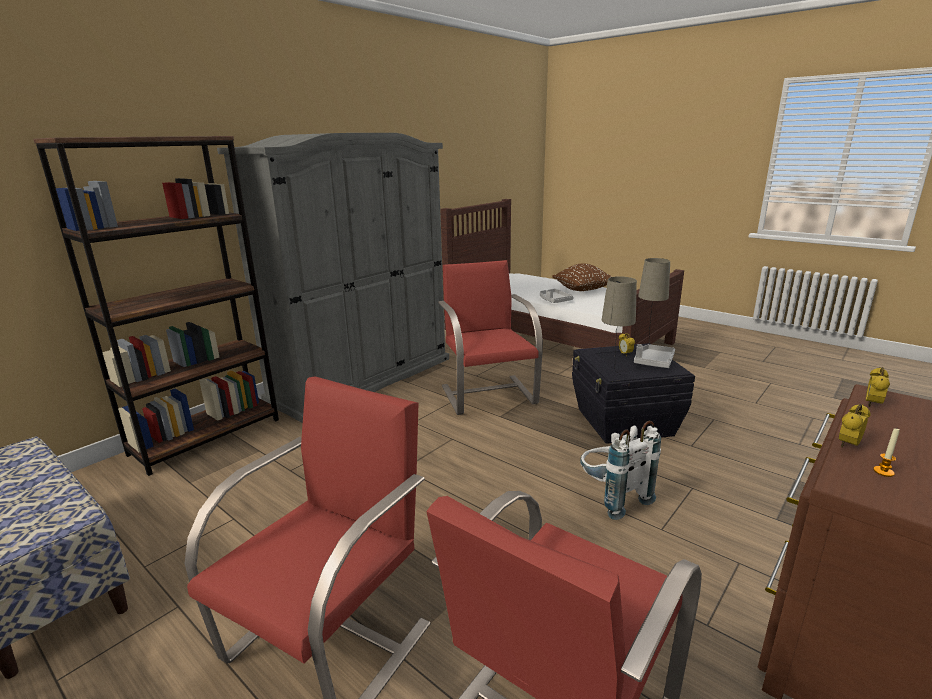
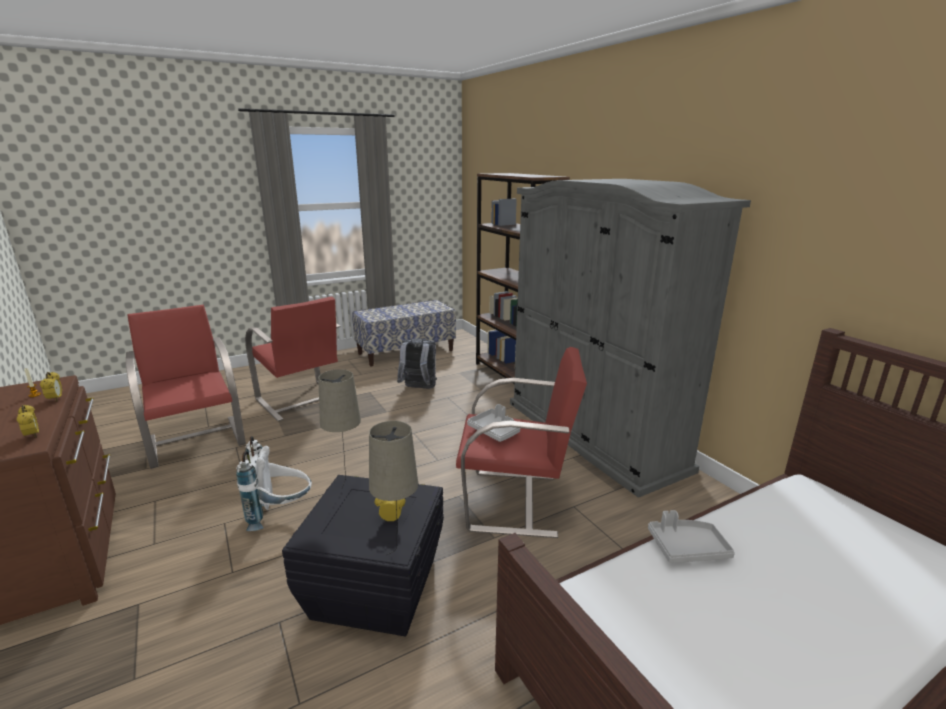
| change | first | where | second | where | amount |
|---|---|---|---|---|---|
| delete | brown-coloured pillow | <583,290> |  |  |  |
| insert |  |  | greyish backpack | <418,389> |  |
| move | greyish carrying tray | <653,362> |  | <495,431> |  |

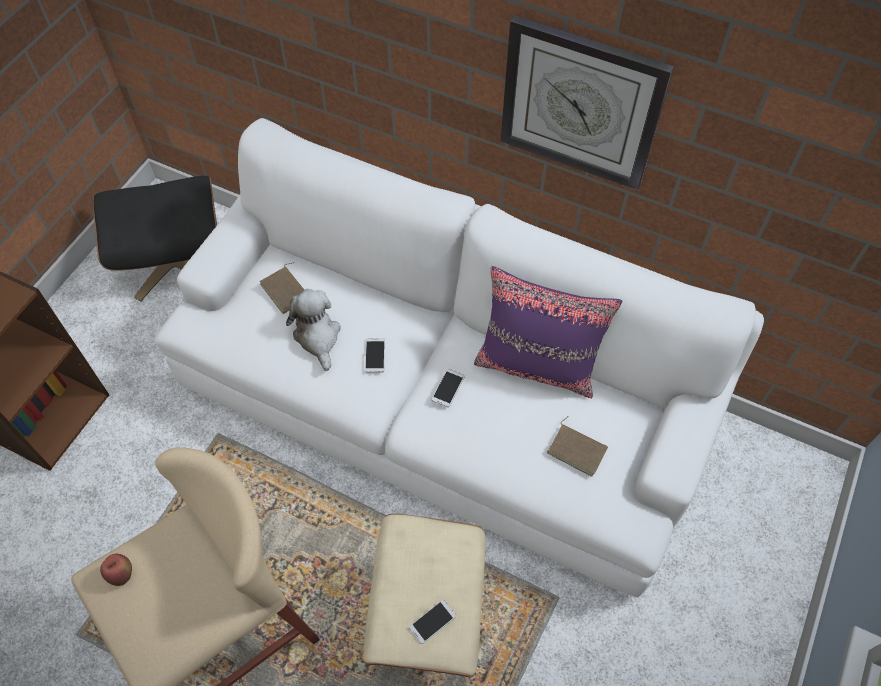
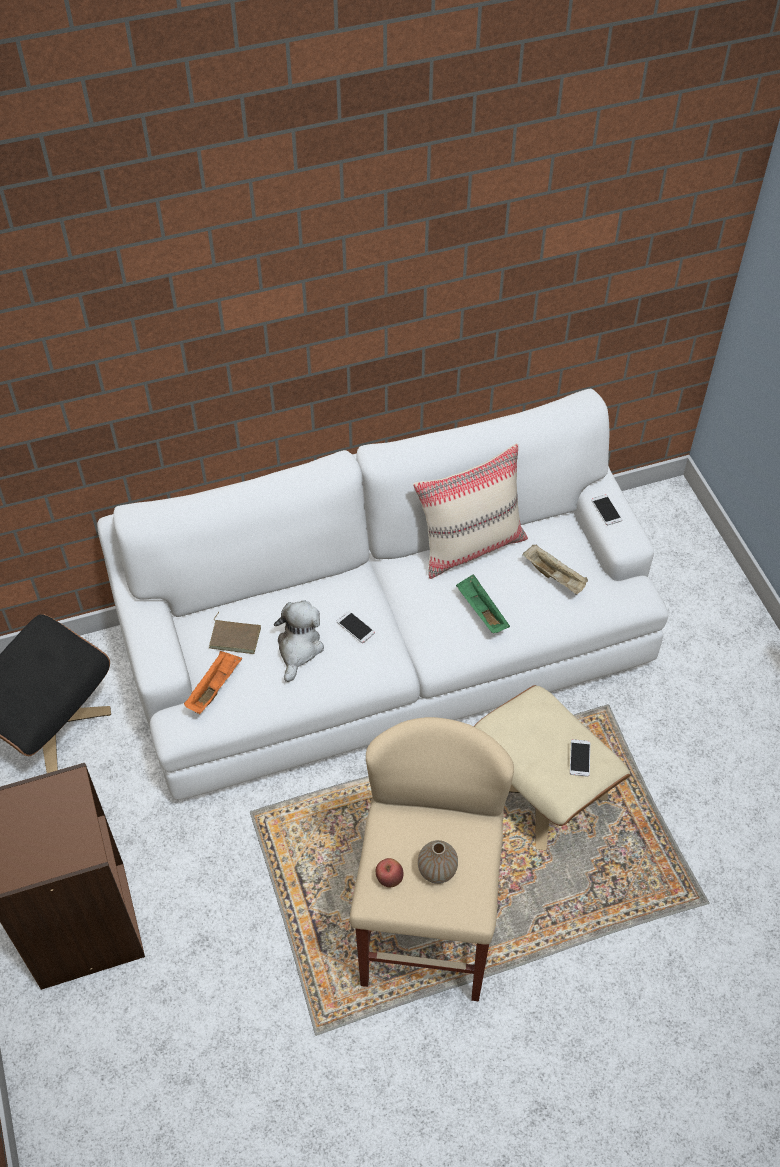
| change | first | where | second | where | amount |
|---|---|---|---|---|---|
| delete | wall clock | <580,104> |  |  |  |
| insert |  |  | orange-coloured carrying tray | <214,688> |  |
| insert |  |  | vase | <437,871> |  |
| insert |  |  | greenish carrying tray | <481,611> |  |
| move | phone | <448,388> |  | <606,510> |  |
| replace | brown-coloured bound book | <578,449> | sand-coloured carrying tray | <555,577> |  |
| recolor | purplish pillow | <538,365> | sand-coloured pillow | <470,545> |  |
| rotate | cuddly toy | <317,336> |  | <299,648> | 75 degrees clockwise |

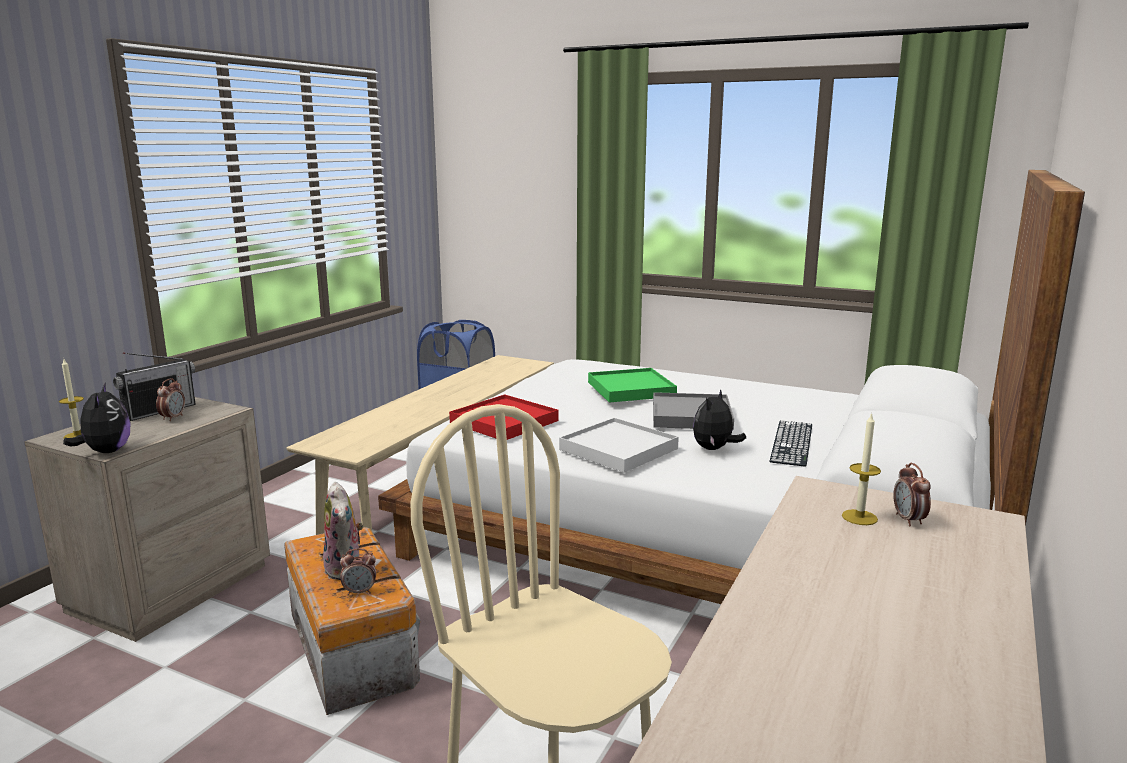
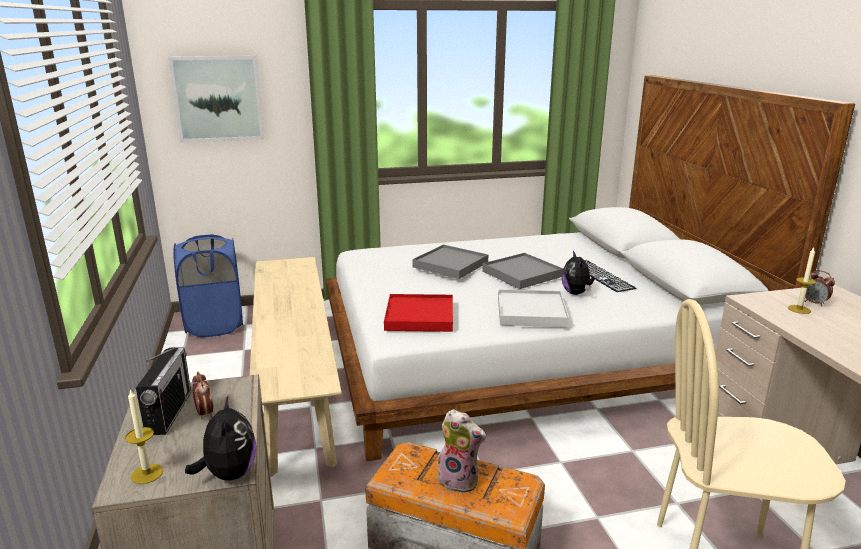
| change | first | where | second | where | amount |
|---|---|---|---|---|---|
| delete | bedside clock | <360,592> |  |  |  |
| insert |  |  | wall art | <218,98> |  |
| recolor | greenish carrying tray | <630,389> | greyish carrying tray | <450,265> |  |
| rotate | cuddly toy | <106,451> |  | <229,473> | 45 degrees clockwise |

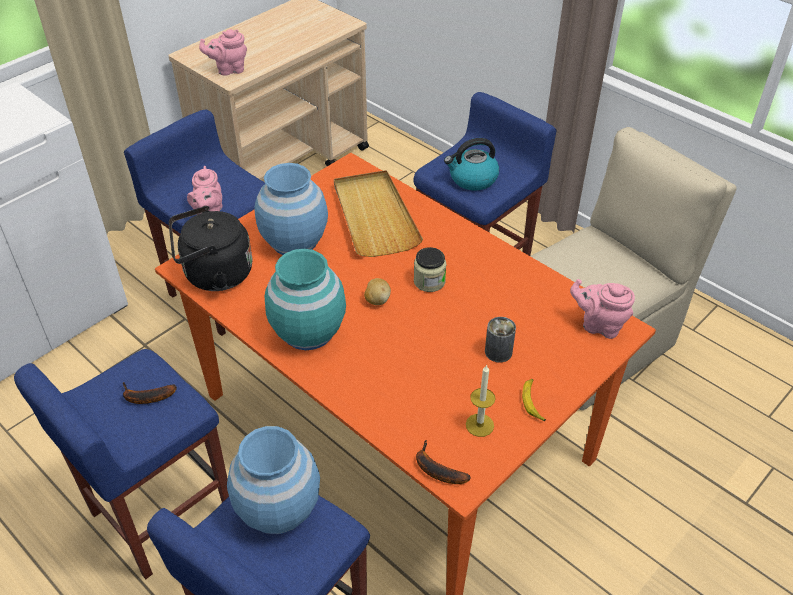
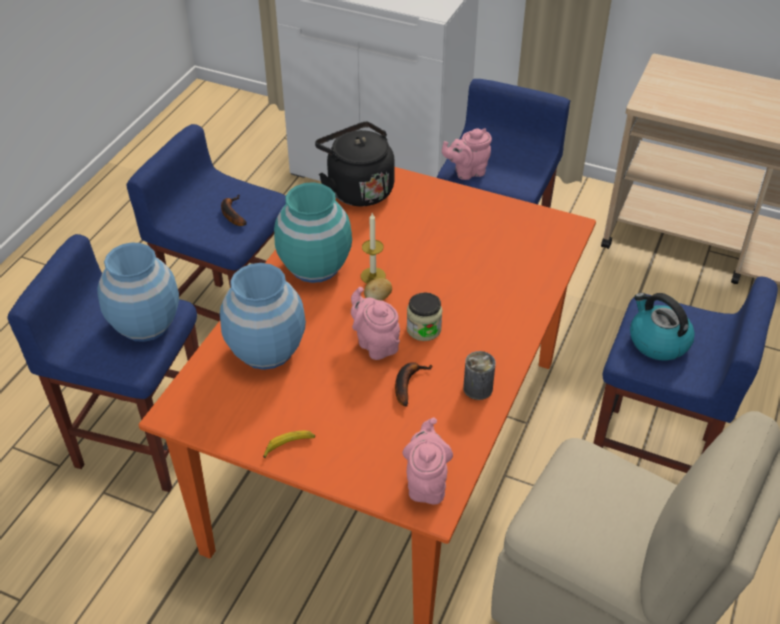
| change | first | where | second | where | amount |
|---|---|---|---|---|---|
| delete | sand-coloured carrying tray | <374,216> |  |  |  |
| move | pink-coloured tea pot | <229,69> |  | <375,344> |  |
| move | bluish vase | <294,242> |  | <266,350> |  |
| move | banana | <436,469> |  | <407,383> |  |
| move | wax candle | <479,425> |  | <373,276> |  |
| move | can | <498,352> |  | <478,388> |  |

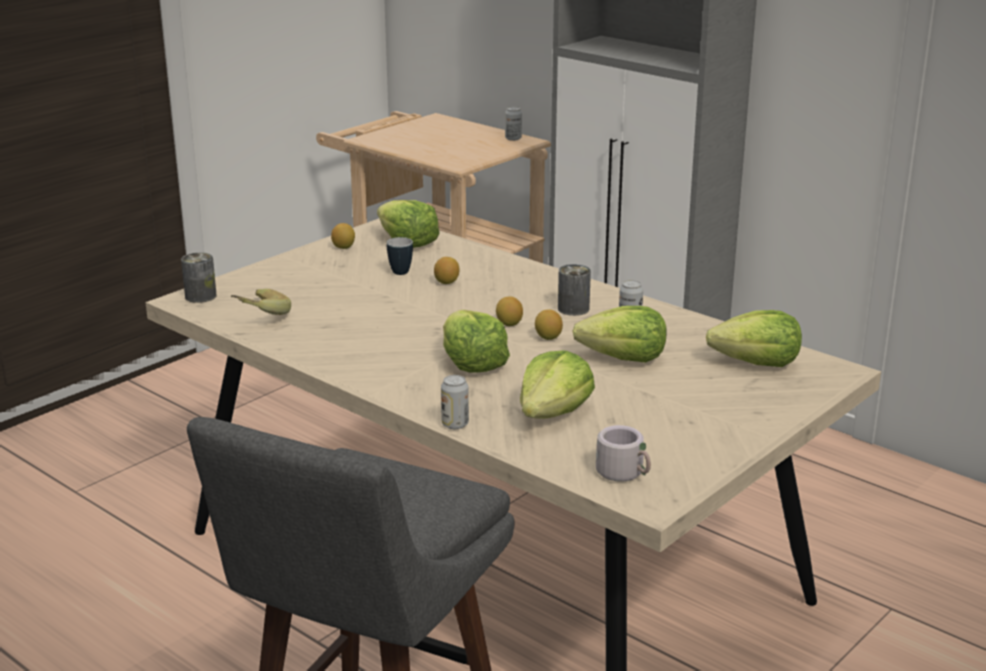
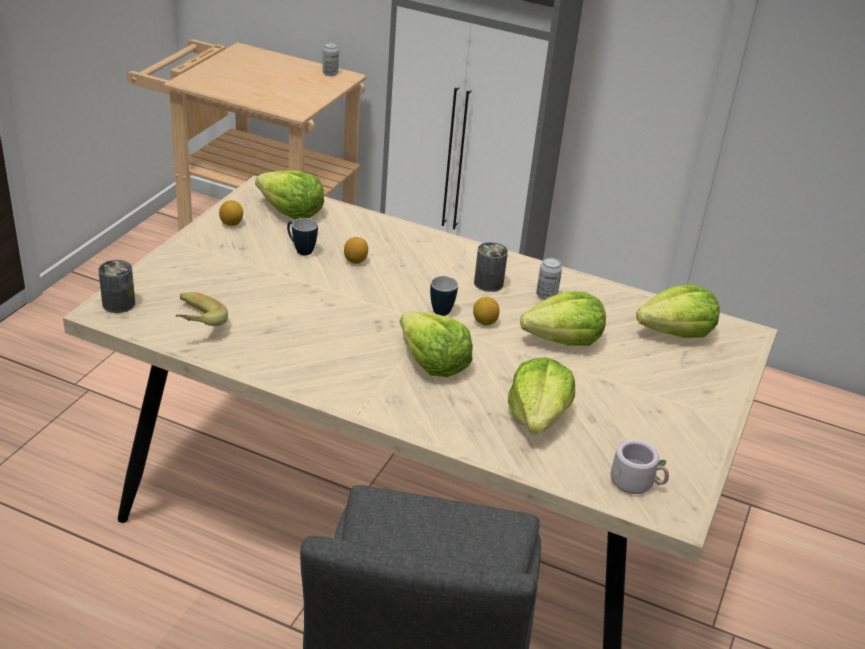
| change | first | where | second | where | amount |
|---|---|---|---|---|---|
| delete | can | <455,424> |  |  |  |
| replace | whole lemon | <509,324> | mug | <440,308> |  |

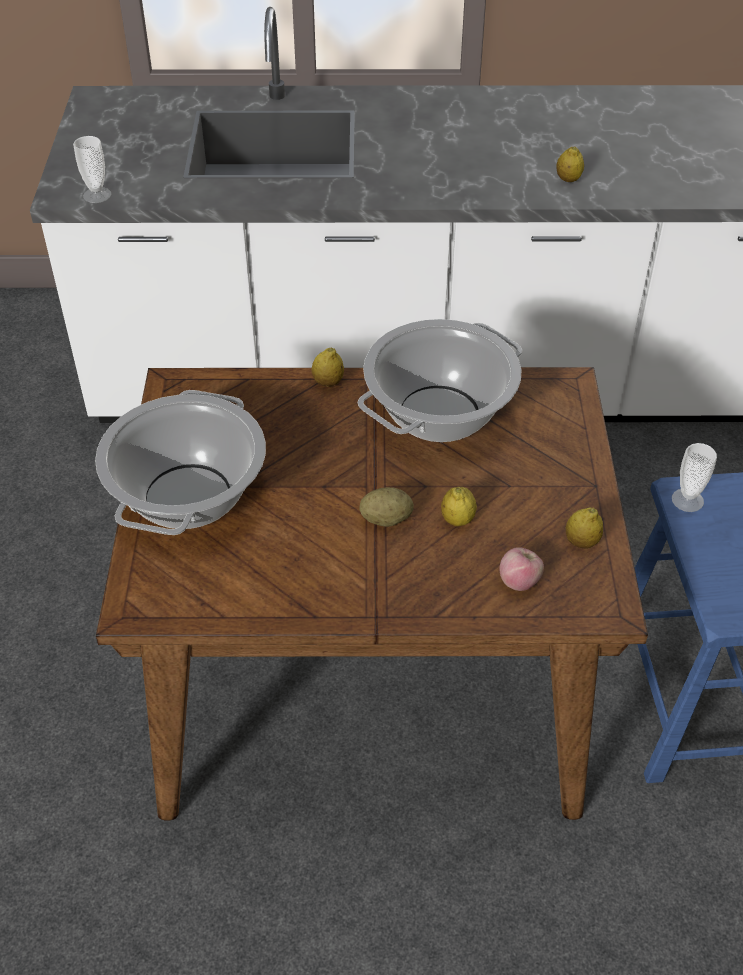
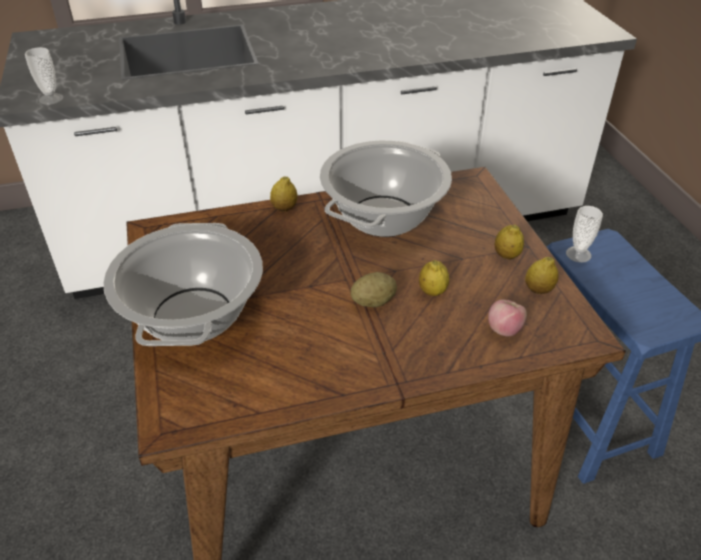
| change | first | where | second | where | amount |
|---|---|---|---|---|---|
| move | whole lemon | <568,179> |  | <506,255> |  |

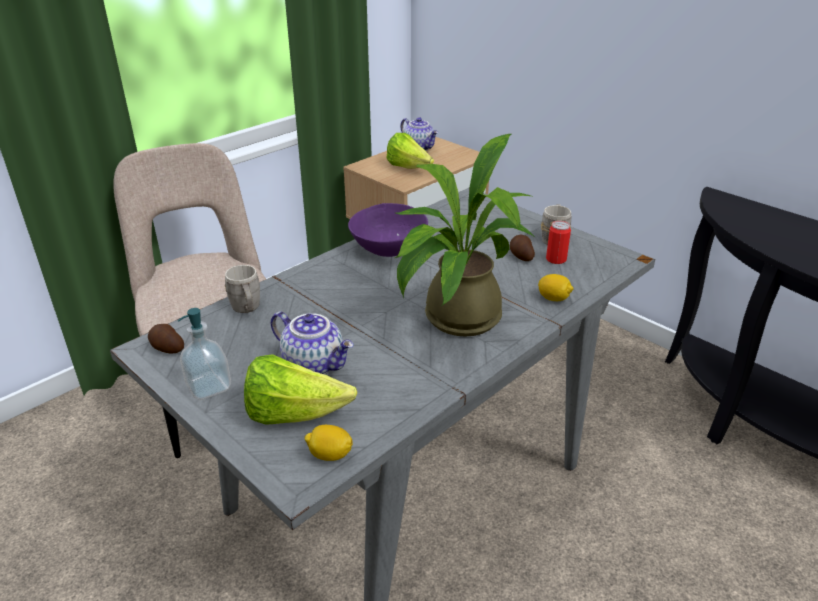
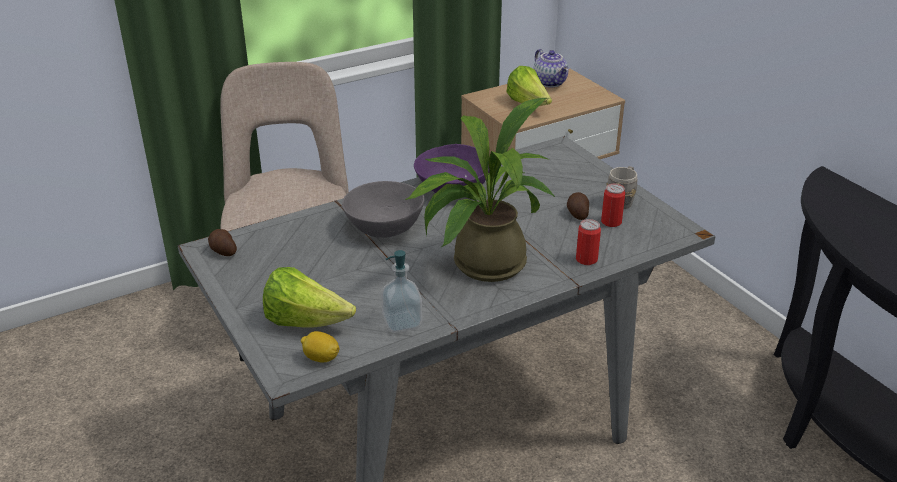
| change | first | where | second | where | amount |
|---|---|---|---|---|---|
| delete | greyish mug | <247,309> |  |  |  |
| delete | tea pot | <315,364> |  |  |  |
| insert |  |  | greyish deep dish | <384,227> |  |
| move | soap bottle | <209,387> |  | <402,322> |  |
| replace | whole lemon | <553,298> | can | <586,259> |  |

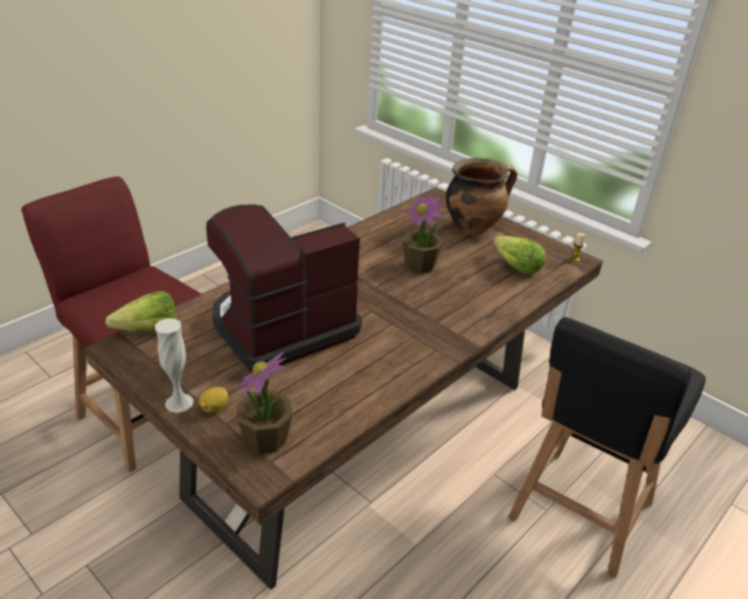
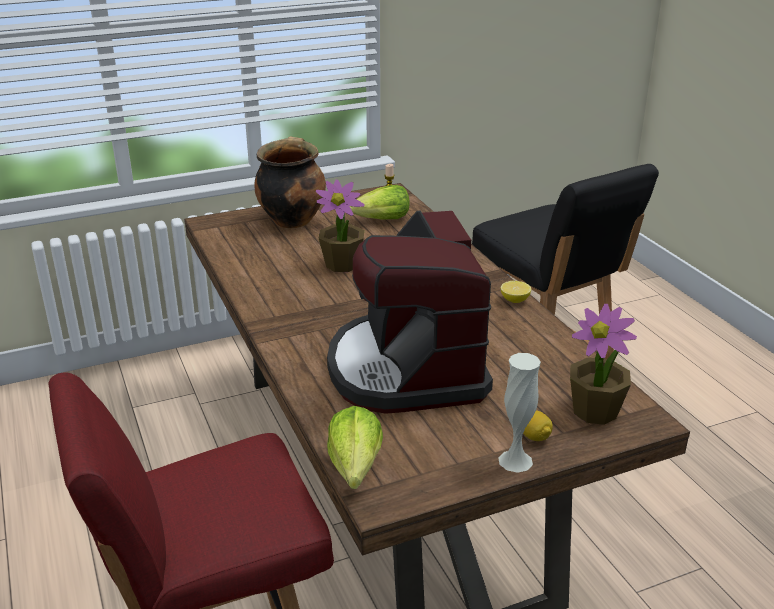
| change | first | where | second | where | amount |
|---|---|---|---|---|---|
| insert |  |  | whole lemon | <514,300> |  |

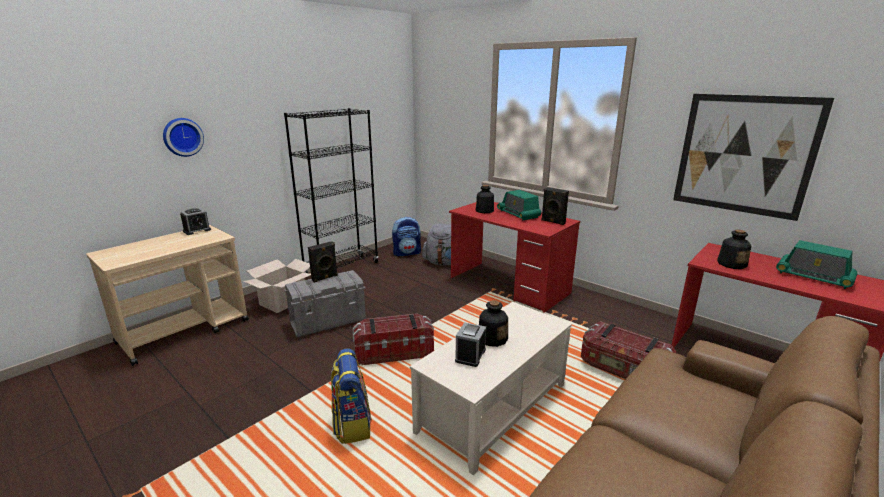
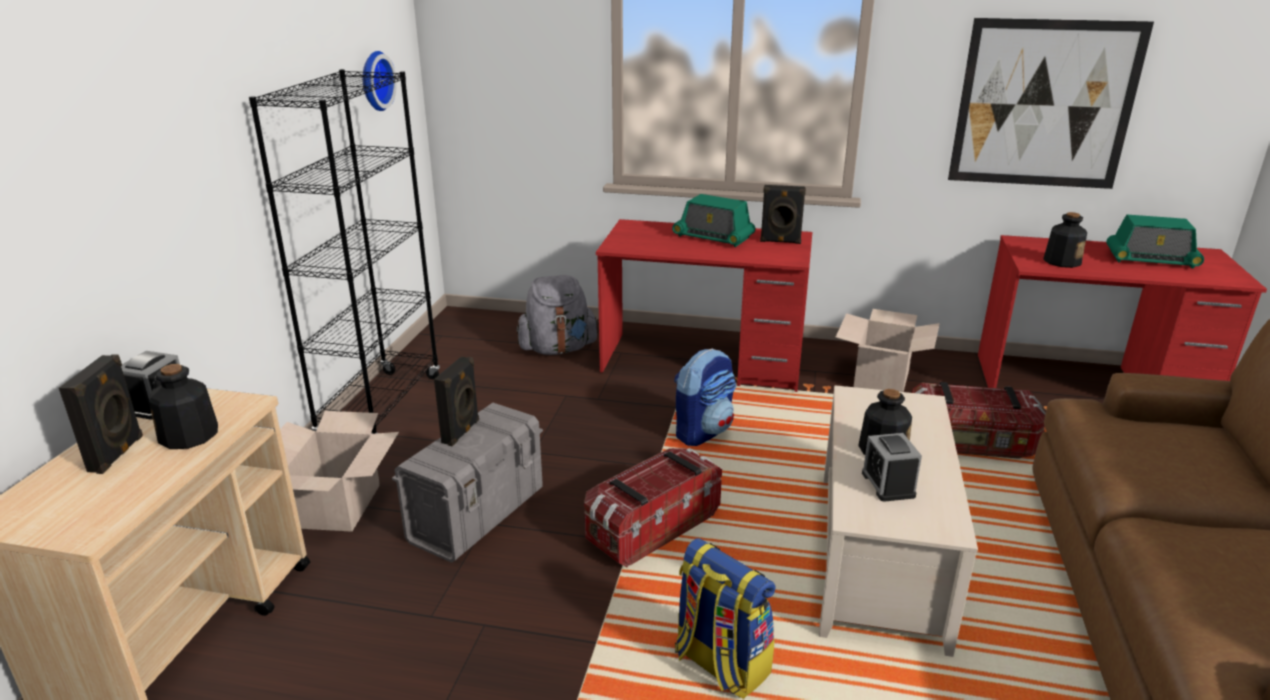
| change | first | where | second | where | amount |
|---|---|---|---|---|---|
| insert |  |  | black-coloured loudspeaker | <118,454> |  |
| insert |  |  | packing box | <882,379> |  |
| move | wall clock | <182,137> |  | <374,81> |  |
| move | backpack | <407,253> |  | <703,431> |  |
| move | bottle | <484,210> |  | <189,436> |  |

